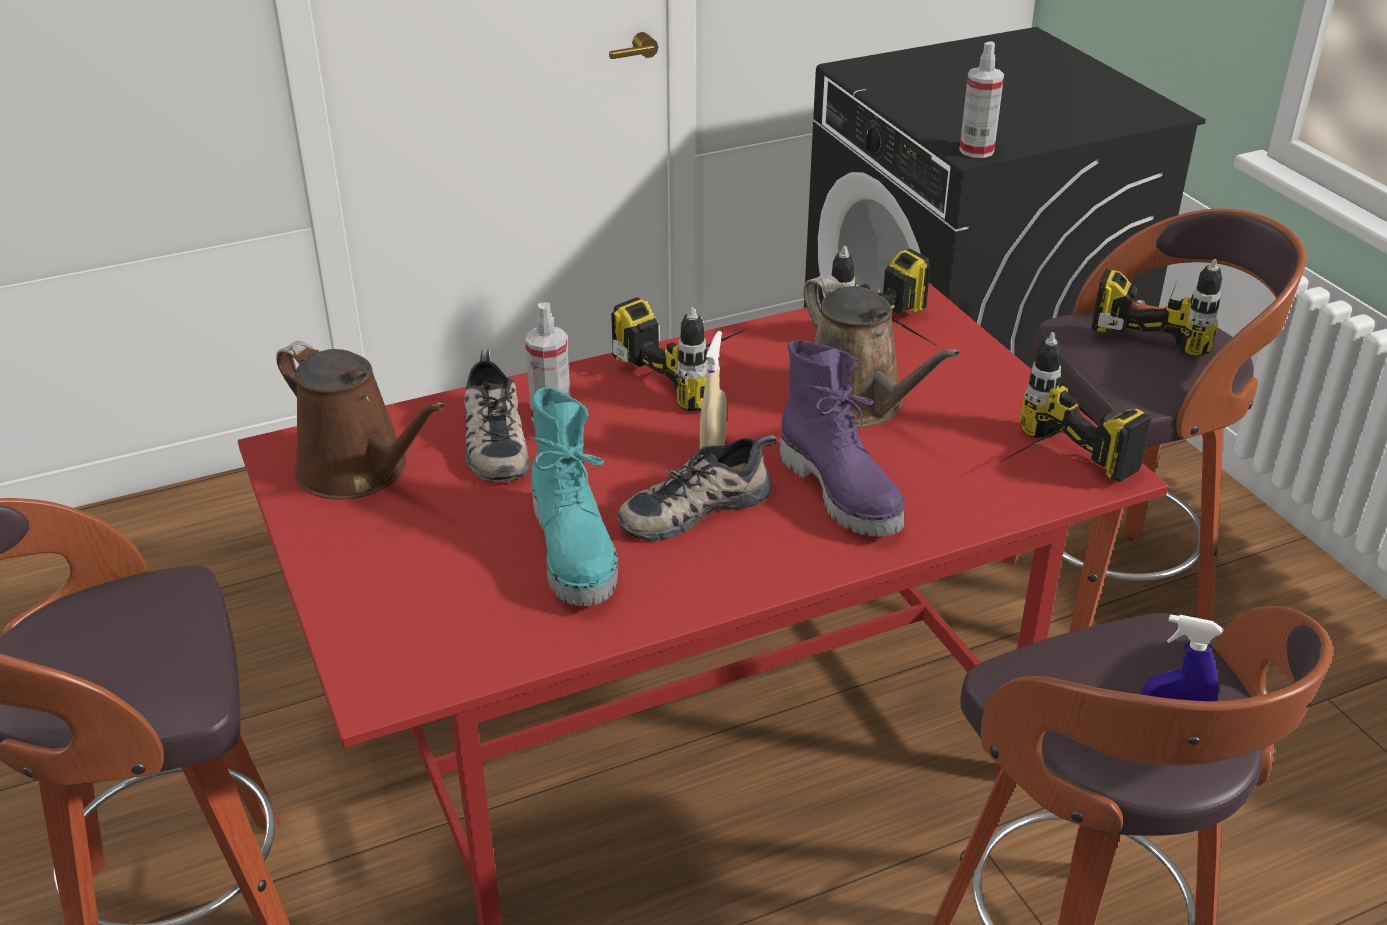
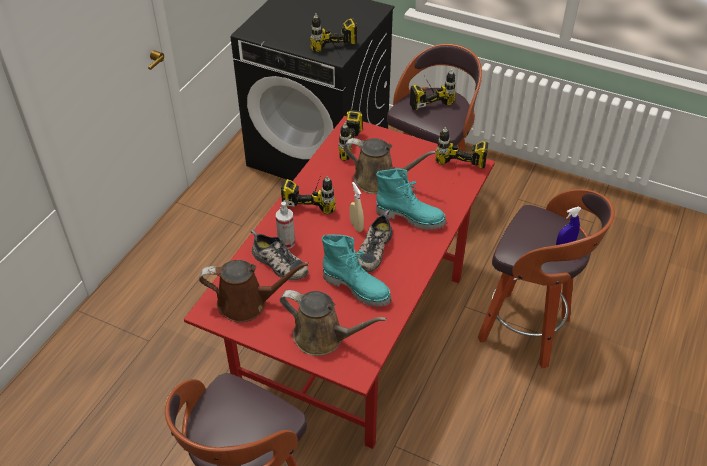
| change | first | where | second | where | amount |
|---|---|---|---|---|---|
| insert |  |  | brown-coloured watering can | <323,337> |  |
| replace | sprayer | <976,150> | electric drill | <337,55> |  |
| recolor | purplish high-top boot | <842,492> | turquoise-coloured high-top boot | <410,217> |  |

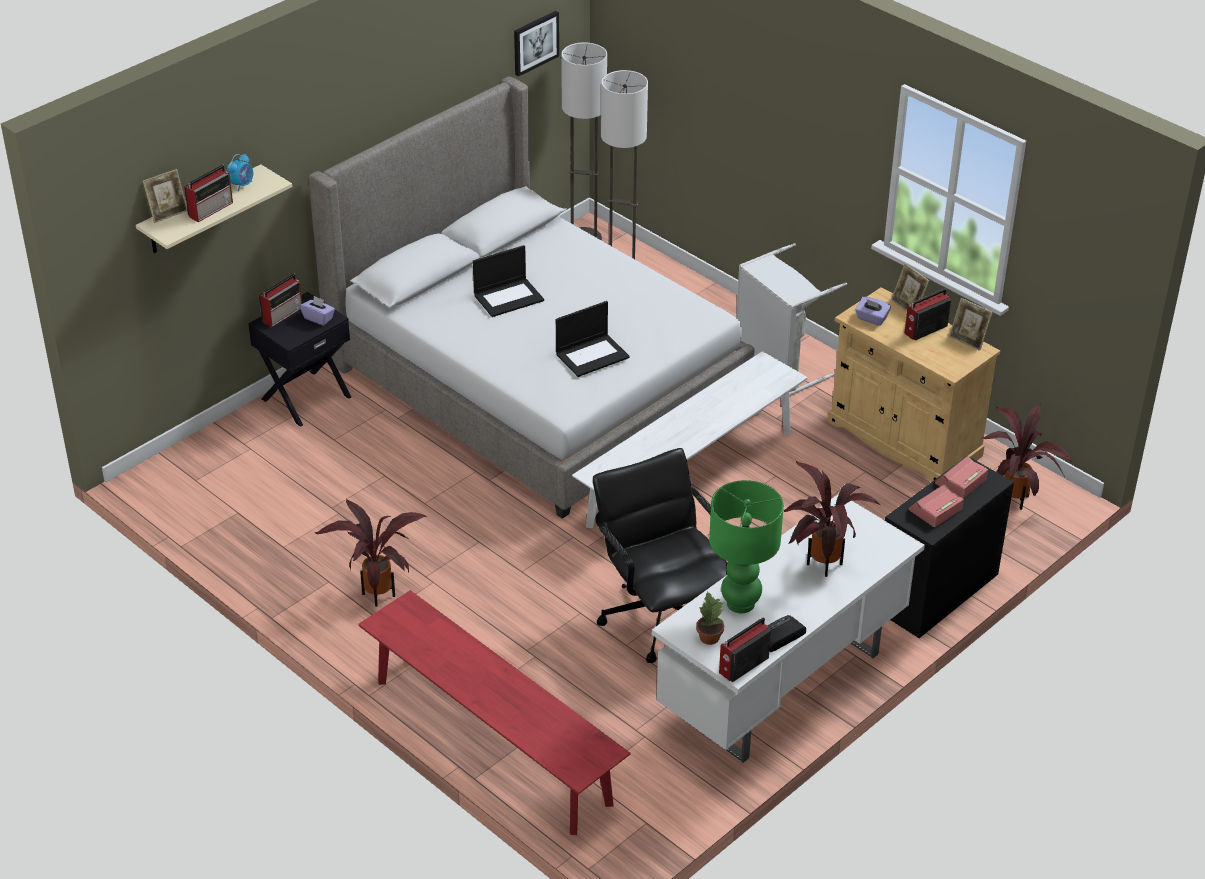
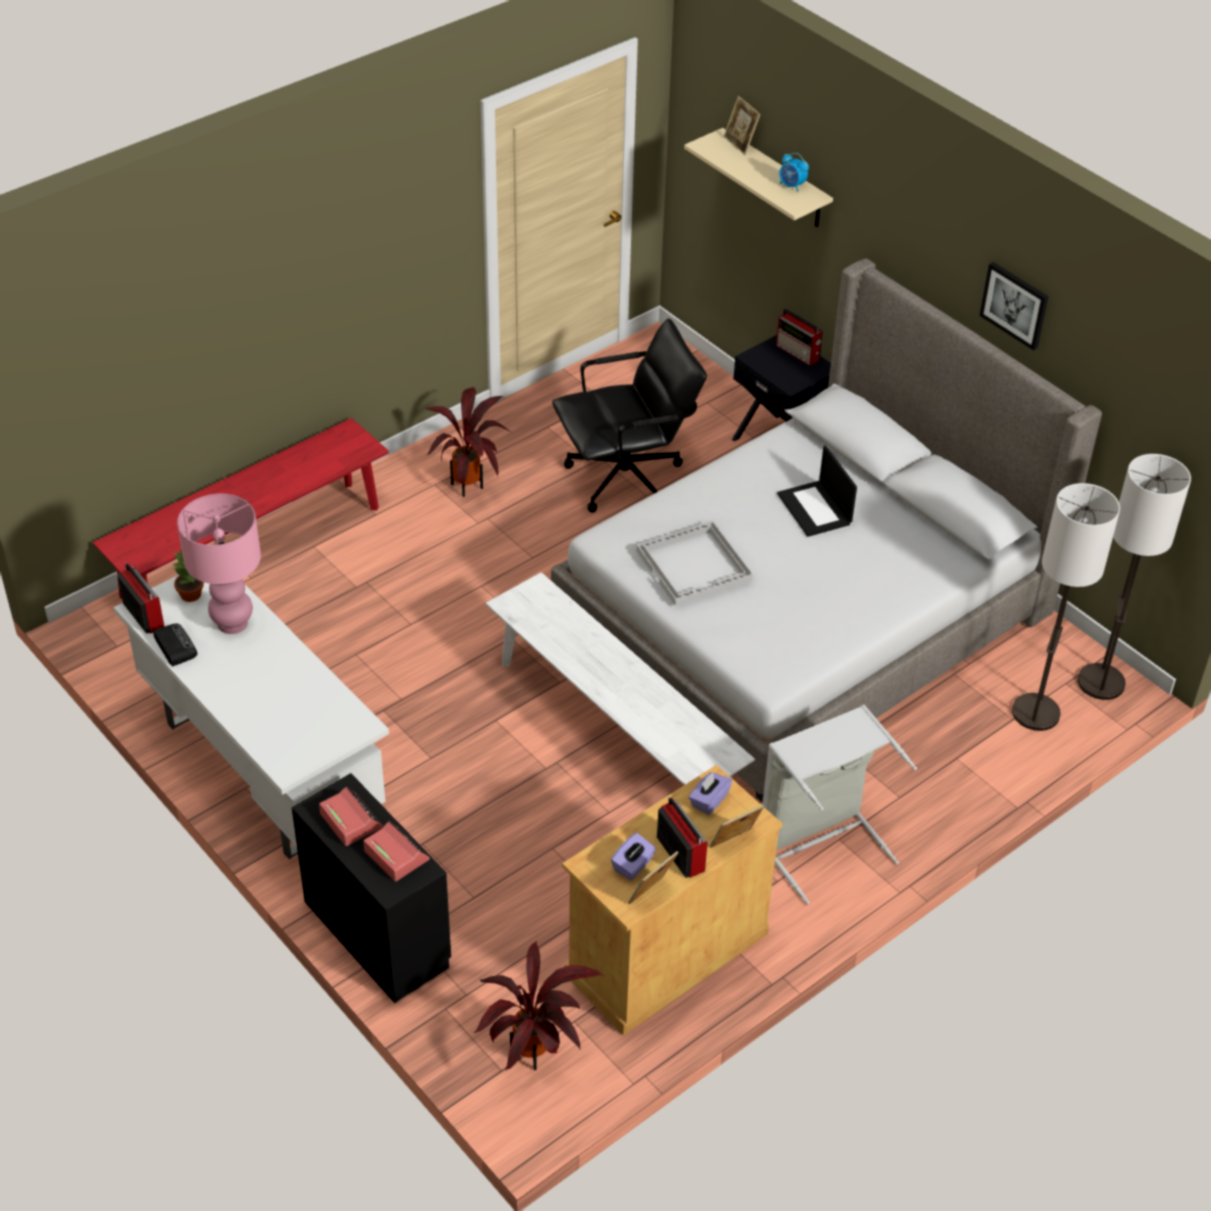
| change | first | where | second | where | amount |
|---|---|---|---|---|---|
| delete | radio | <211,209> |  |  |  |
| delete | plant in a pot | <820,565> |  |  |  |
| move | purplish tissue box | <318,318> |  | <633,866> |  |
| move | wall art | <535,42> |  | <1015,305> |  |
| move | black-coloured computer chair | <661,617> |  | <626,479> |  |
| replace | portable computer | <592,355> | whitish carrying tray | <695,565> |  |
| recolor | greenish tabletop lamp | <741,603> | pink-coloured tabletop lamp | <232,623> |  |

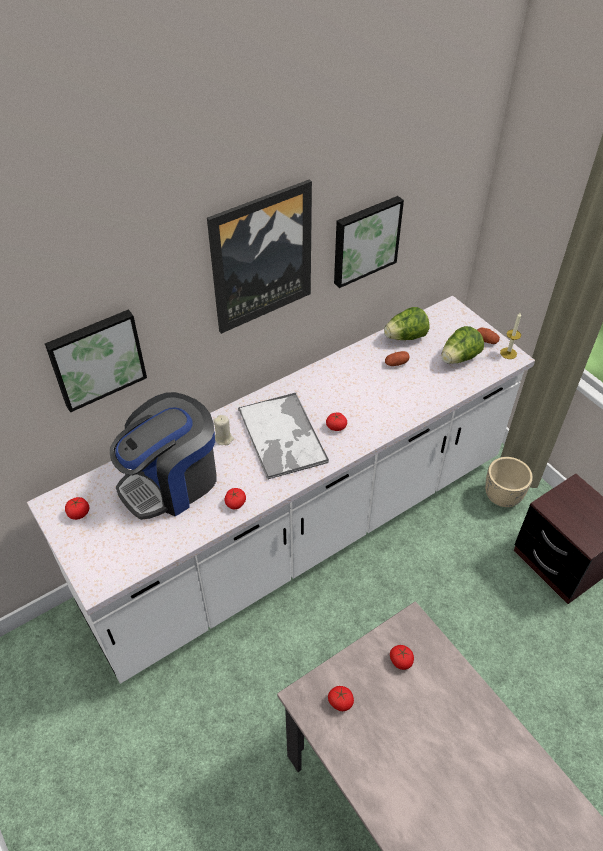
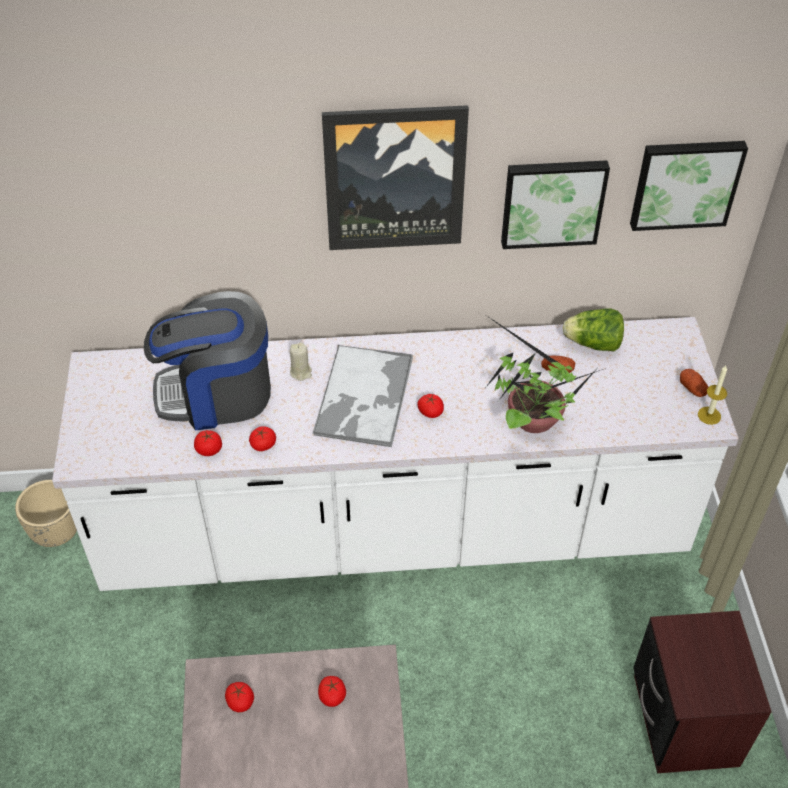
| change | first | where | second | where | amount |
|---|---|---|---|---|---|
| delete | head of lettuce | <459,358> |  |  |  |
| insert |  |  | plant in a pot | <531,419> |  |
| move | wall art | <96,358> |  | <685,183> |  |
| move | tomato | <79,513> |  | <209,450> |  |
| move | sand-coloured plant pot | <502,497> |  | <57,532> |  |

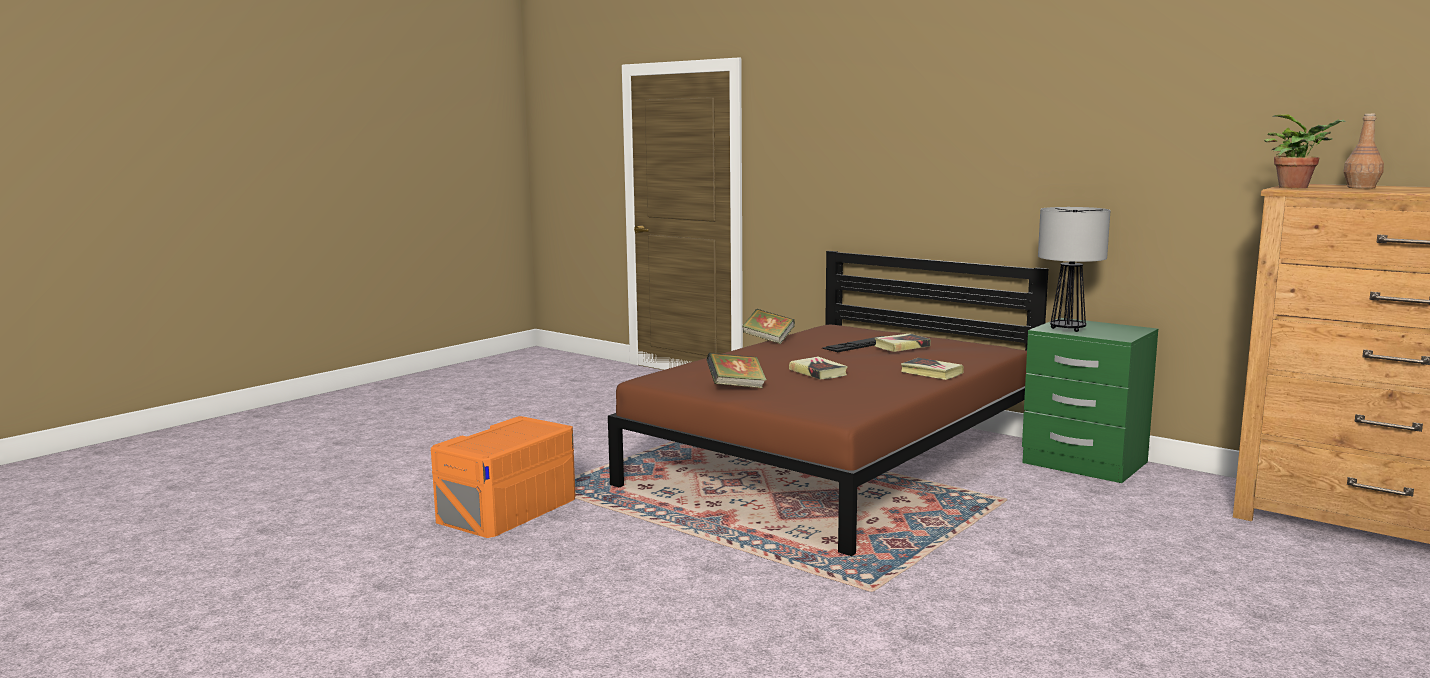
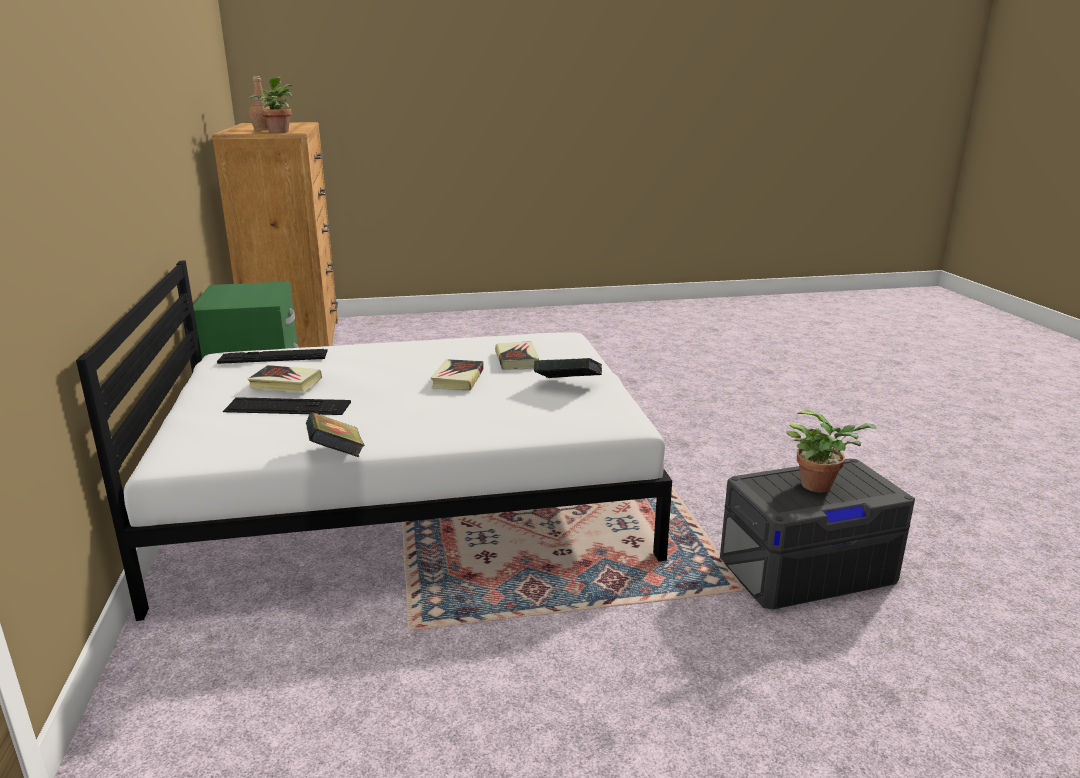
| change | first | where | second | where | amount |
|---|---|---|---|---|---|
| delete | tabletop lamp | <1067,329> |  |  |  |
| insert |  |  | computer keyboard | <273,356> |  |
| insert |  |  | plant in a pot | <820,485> |  |
| move | bound book | <931,373> |  | <517,360> |  |
| recolor | orange-coloured storage bin | <508,510> | greyish storage bin | <807,569> |  |
| recolor | brown-coloured bedroom bed | <837,463> | whitish bedroom bed | <409,497> |  |

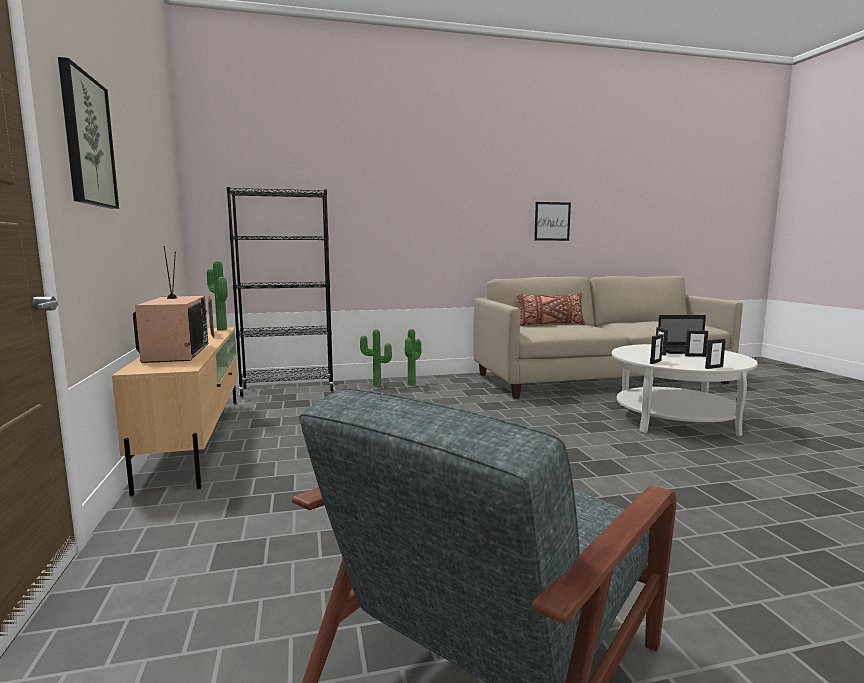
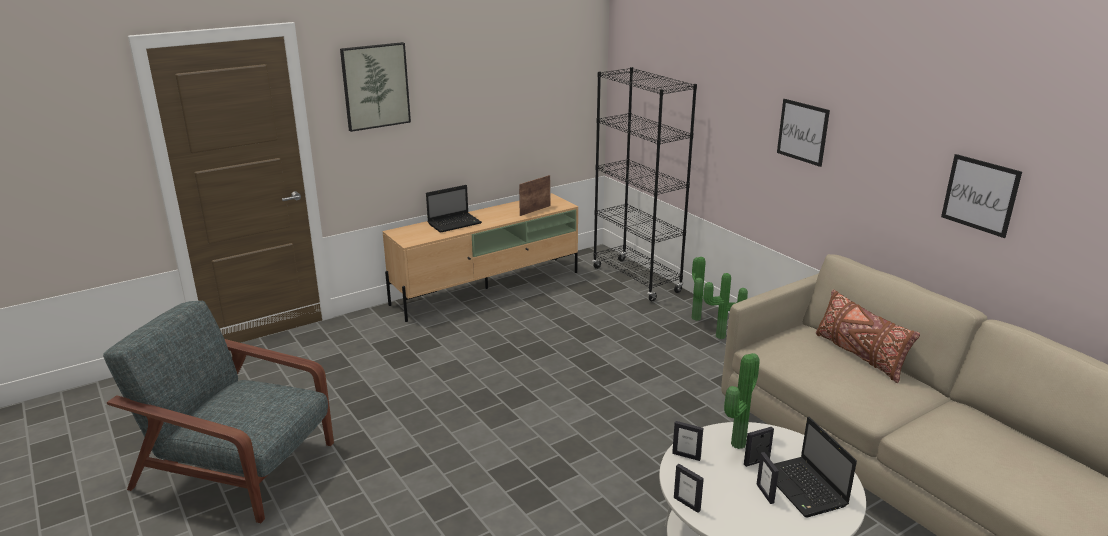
| change | first | where | second | where | amount |
|---|---|---|---|---|---|
| insert |  |  | wall art | <802,132> |  |
| move | plant in a pot | <220,329> |  | <735,443> |  |
| replace | TV set | <175,352> | portable computer | <455,223> |  |

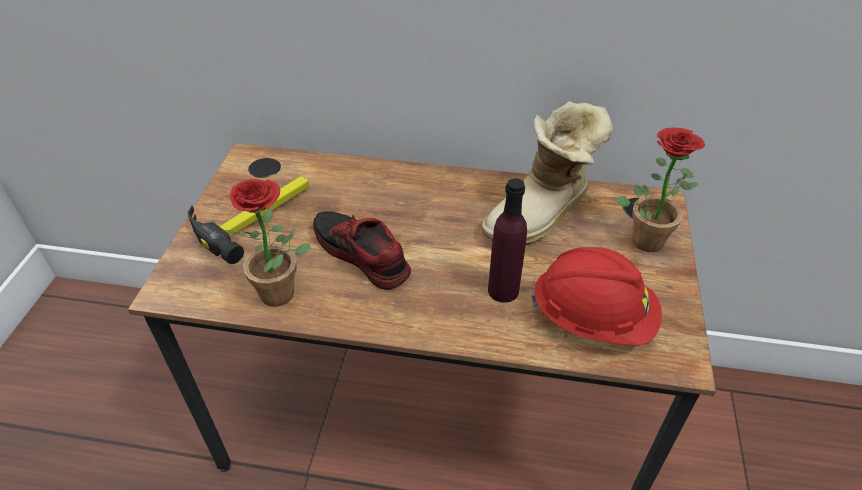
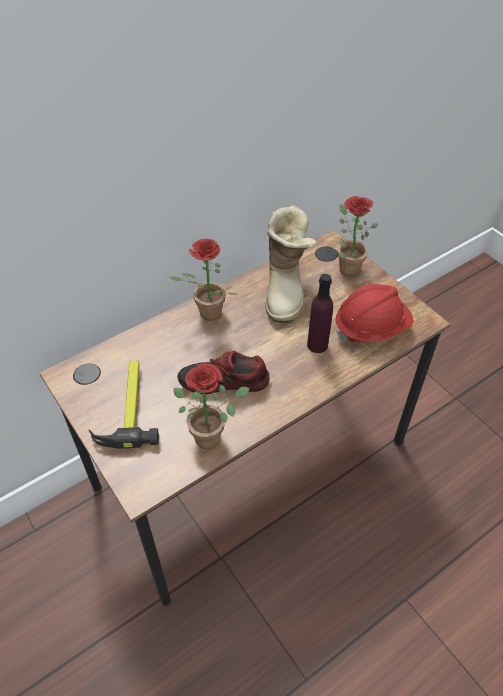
| change | first | where | second | where | amount |
|---|---|---|---|---|---|
| insert |  |  | plant in a pot | <206,315> |  |

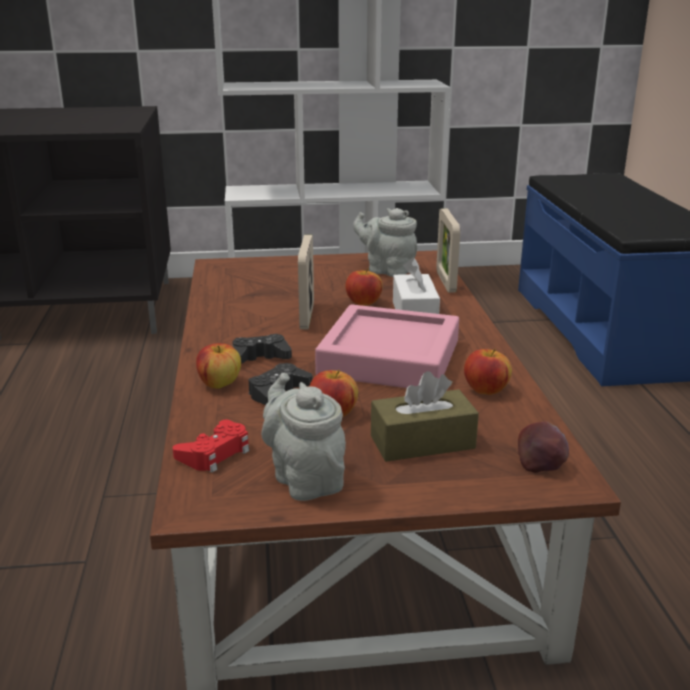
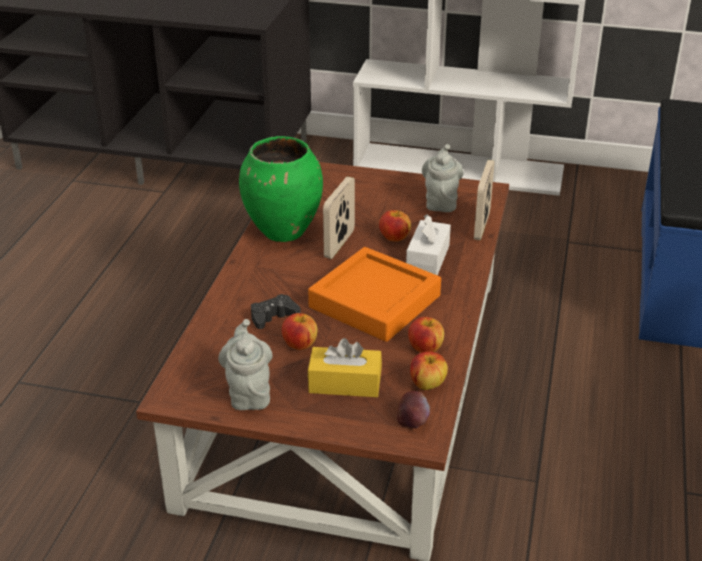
| change | first | where | second | where | amount |
|---|---|---|---|---|---|
| delete | red game controller | <215,453> |  |  |  |
| delete | black-coloured game controller | <260,357> |  |  |  |
| insert |  |  | greenish vase | <284,232> |  |
| move | whole apple | <219,384> |  | <427,384> |  |
| recolor | pink-coloured carrying tray | <389,358> | orange-coloured carrying tray | <374,301> |  |
| recolor | brown-coloured tissue box | <422,442> | yellowish tissue box | <345,383> |  |
| rotate | greyish tea pot | <387,270> |  | <441,201> | 45 degrees clockwise |

